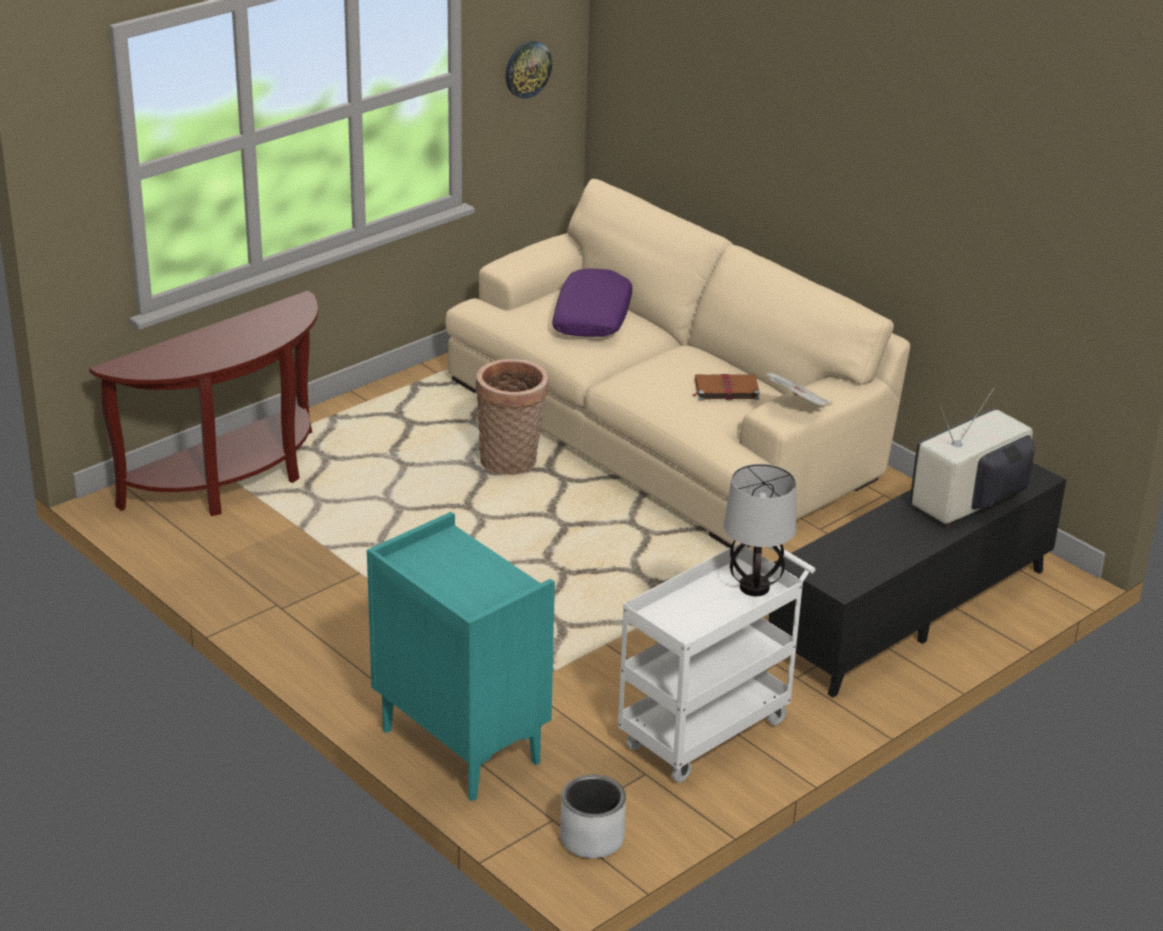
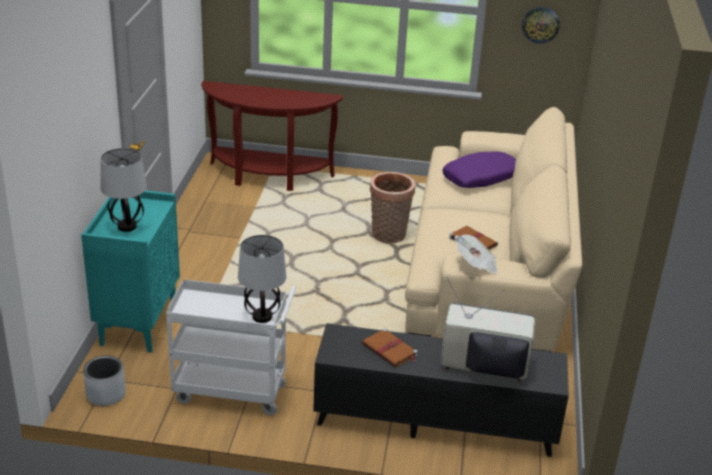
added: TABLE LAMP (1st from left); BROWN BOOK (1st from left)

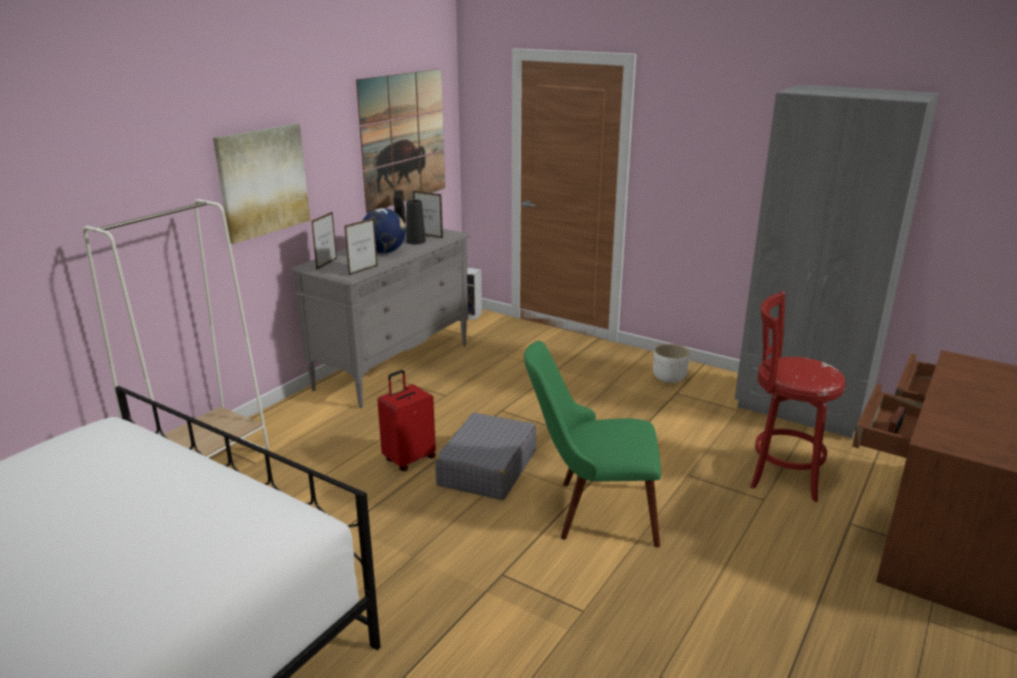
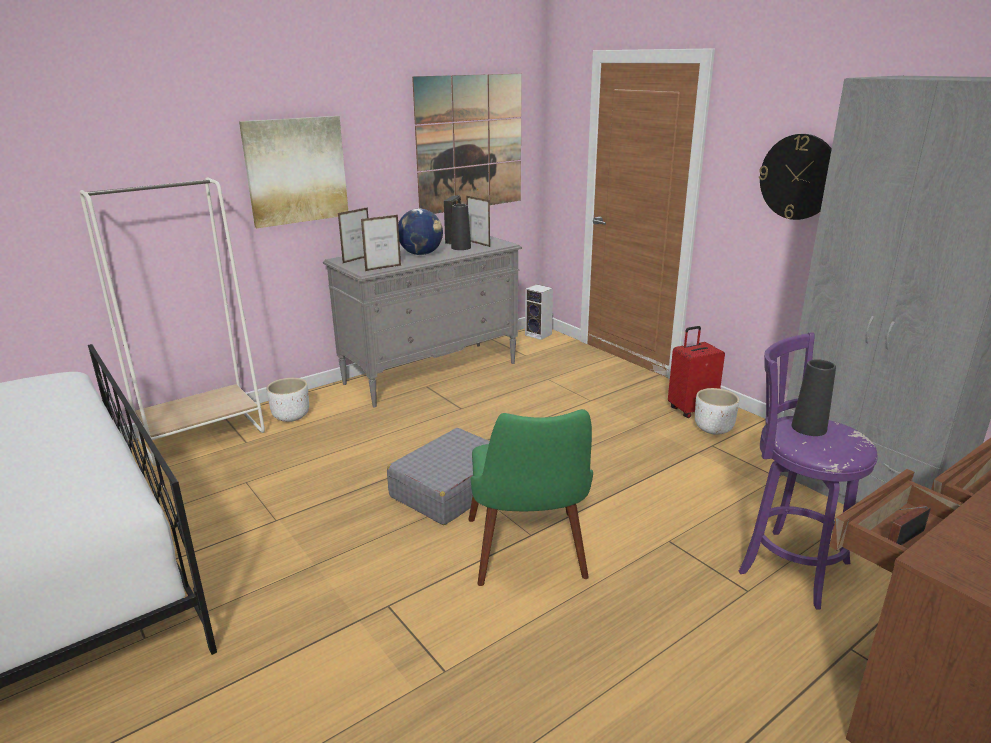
added: WHITE PLANTER (1st from left); WALL CLOCK; BLACK VASE (2nd from left)
moved: RED SUITCASE
recoloured: RED STOOL to PURPLE STOOL
turned: GREEN CHAIR 120 degrees counterclockwise

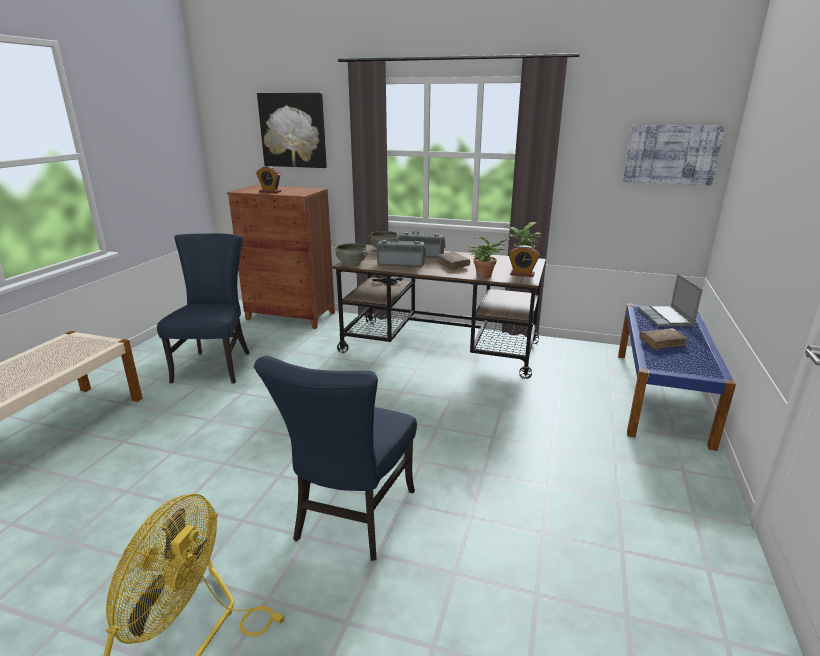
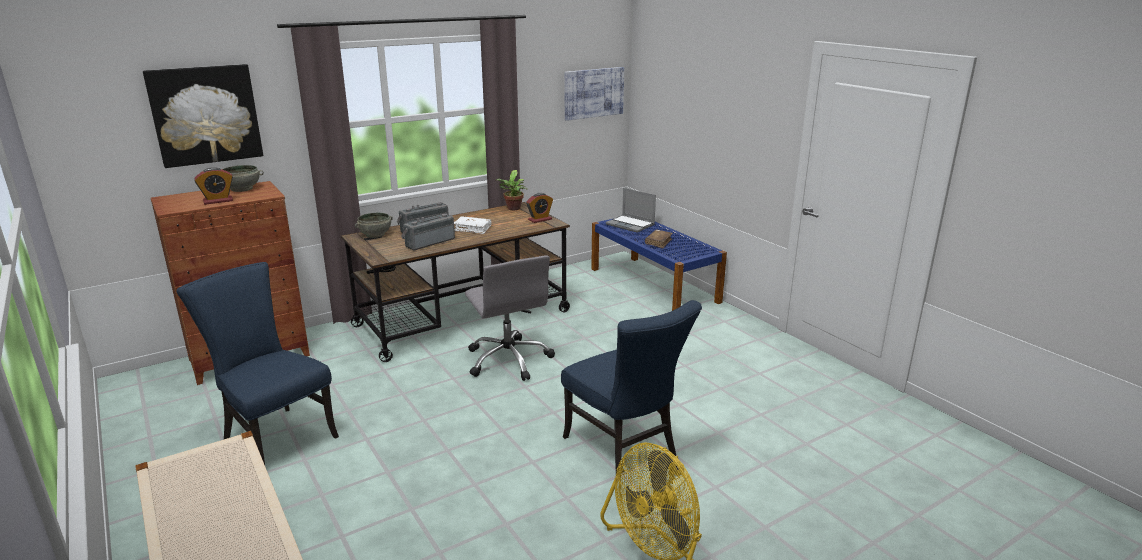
removed: POTTED PLANT (1st from left)
added: GREY OFFICE CHAIR
moved: GREY BOWL (1st from left)
recoloured: BROWN BOOK (1st from left) to WHITE BOOK

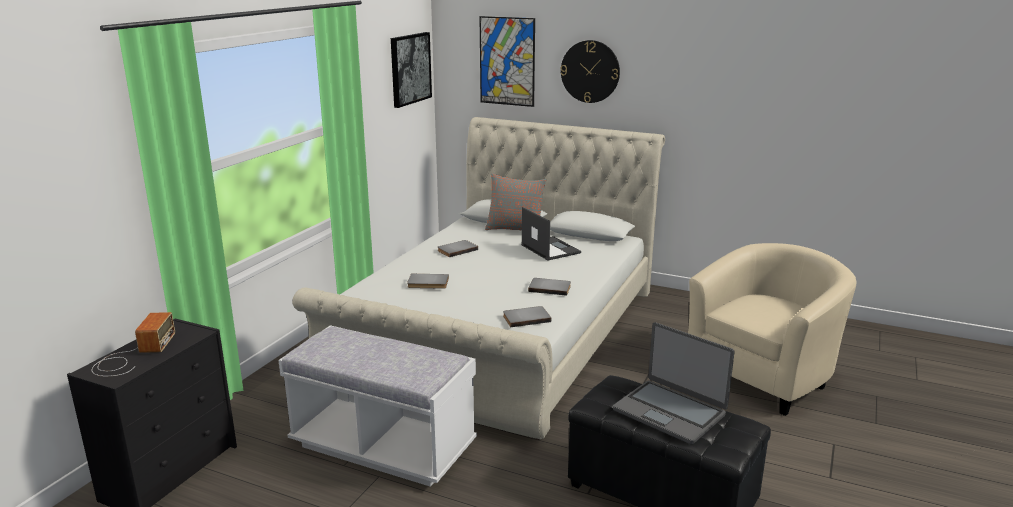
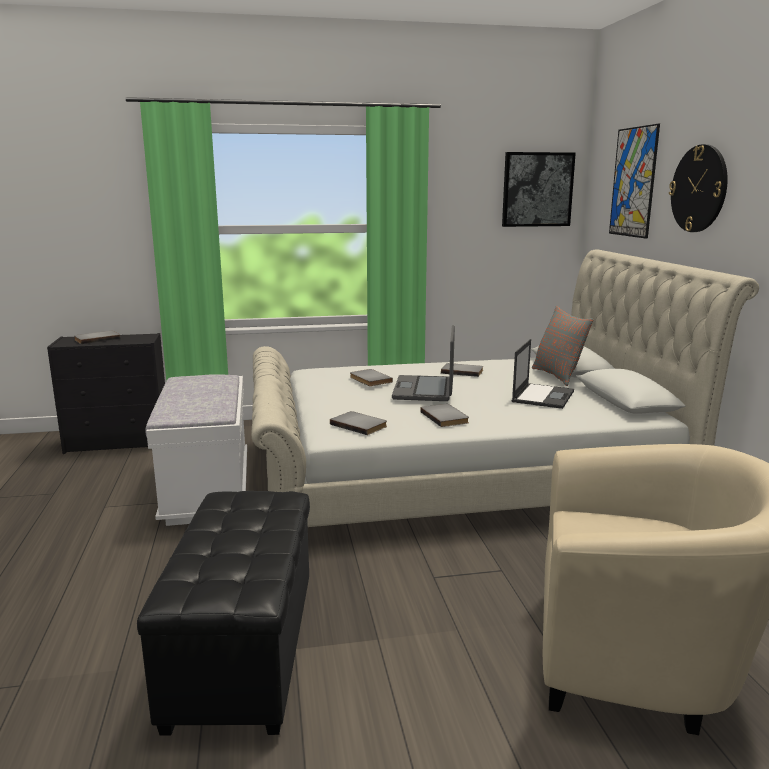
moved: LAPTOP (2nd from left in the first image) to LAPTOP (1st from left)
replaced: RADIO to GREY BOOK (1st from left)

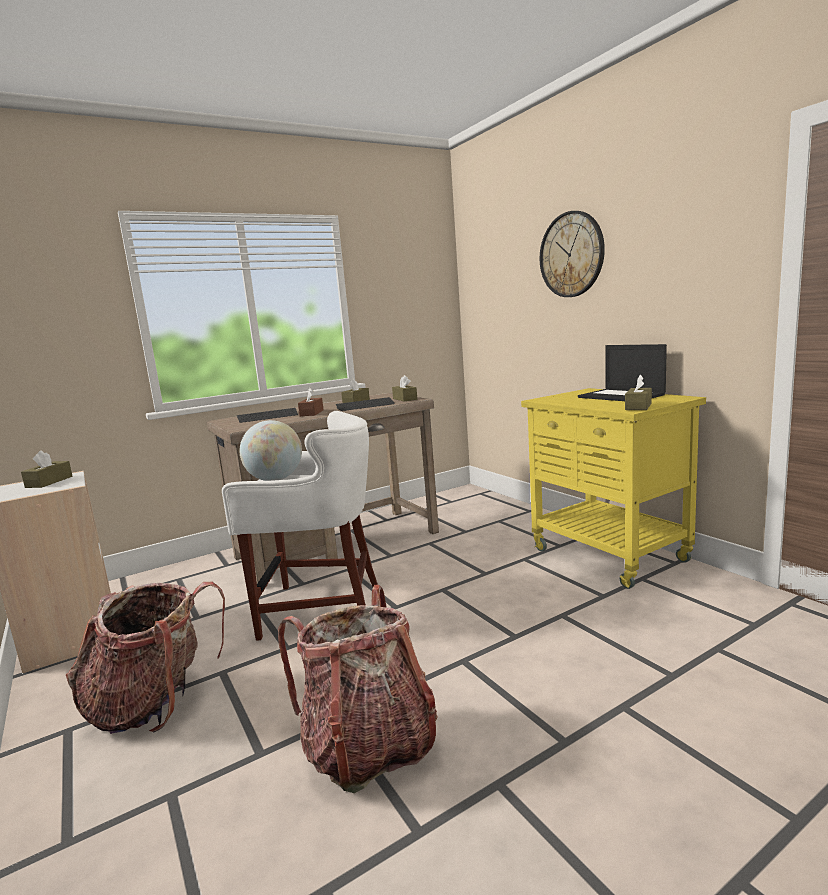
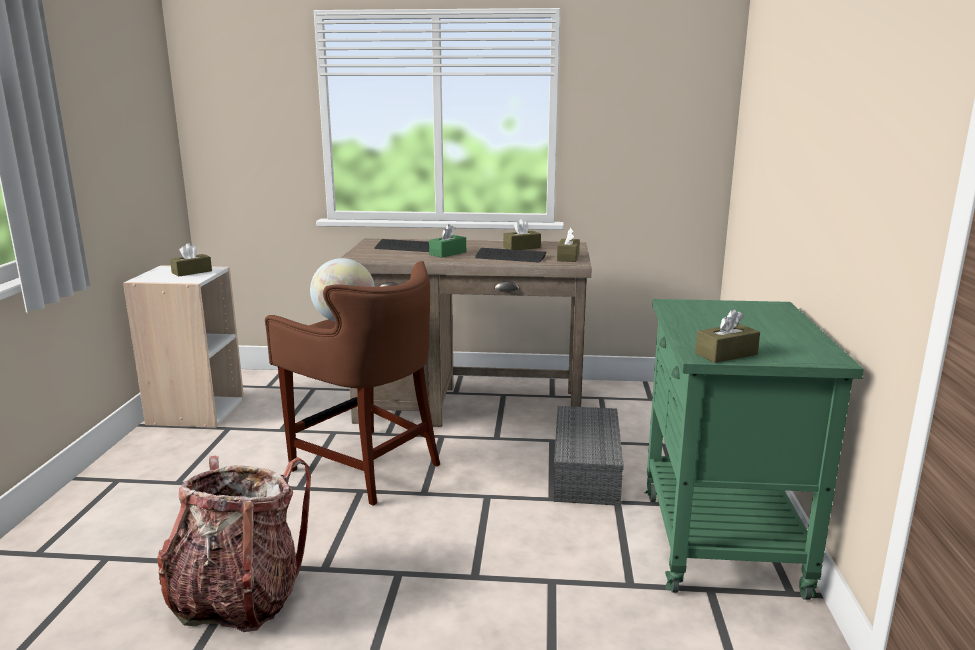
removed: BACKPACK (1st from left); WALL CLOCK; LAPTOP
added: GREY STORAGE BOX
recoloured: WHITE STOOL to BROWN STOOL; BROWN TISSUE BOX (2nd from left) to GREEN TISSUE BOX; YELLOW CART to GREEN CART

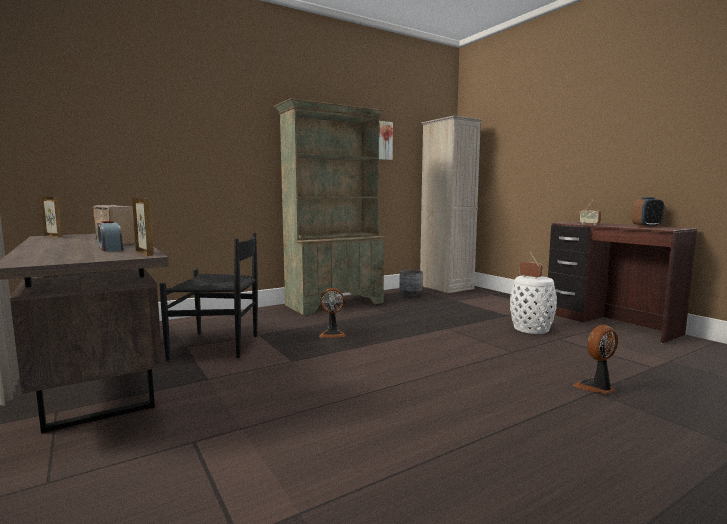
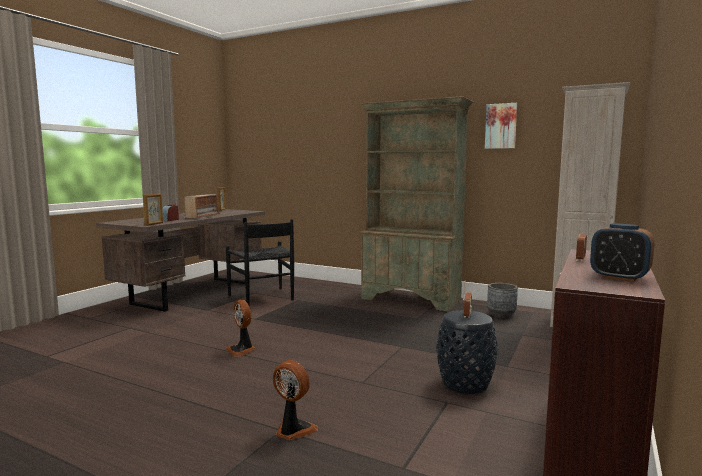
moved: FAN (1st from left)
recoloured: WHITE STOOL to BLACK STOOL

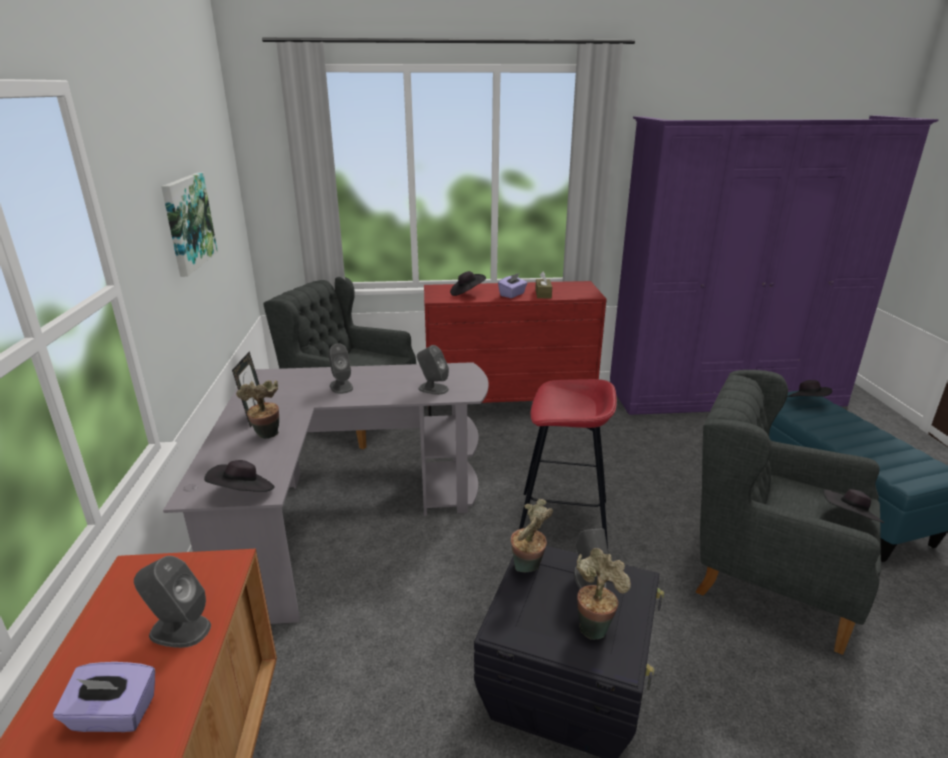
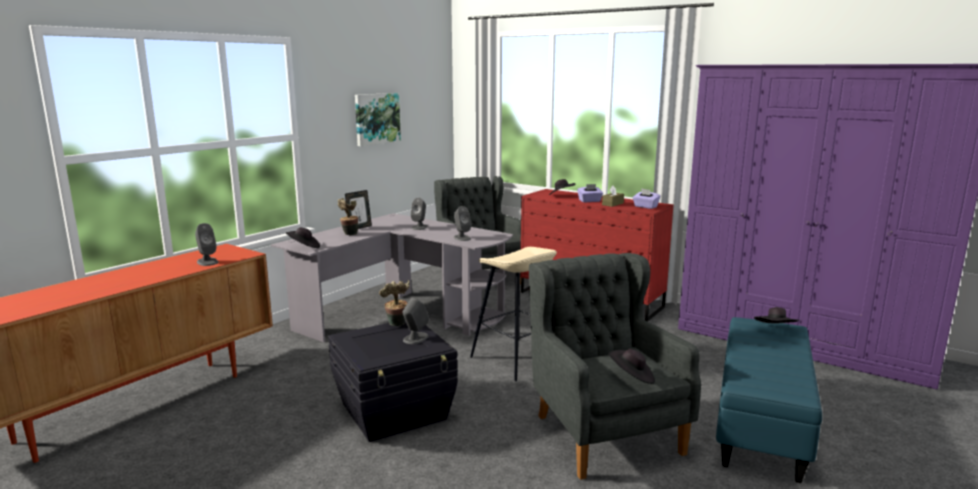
removed: POTTED PLANT (3rd from left)
moved: PURPLE TISSUE BOX (1st from left in the first image) to PURPLE TISSUE BOX (2nd from left)
recoloured: RED STOOL to BEIGE STOOL

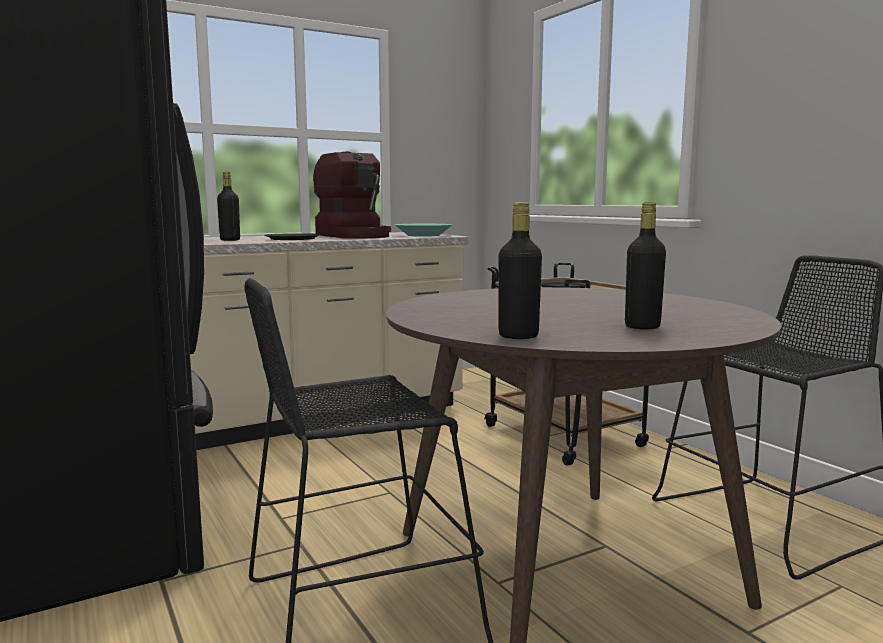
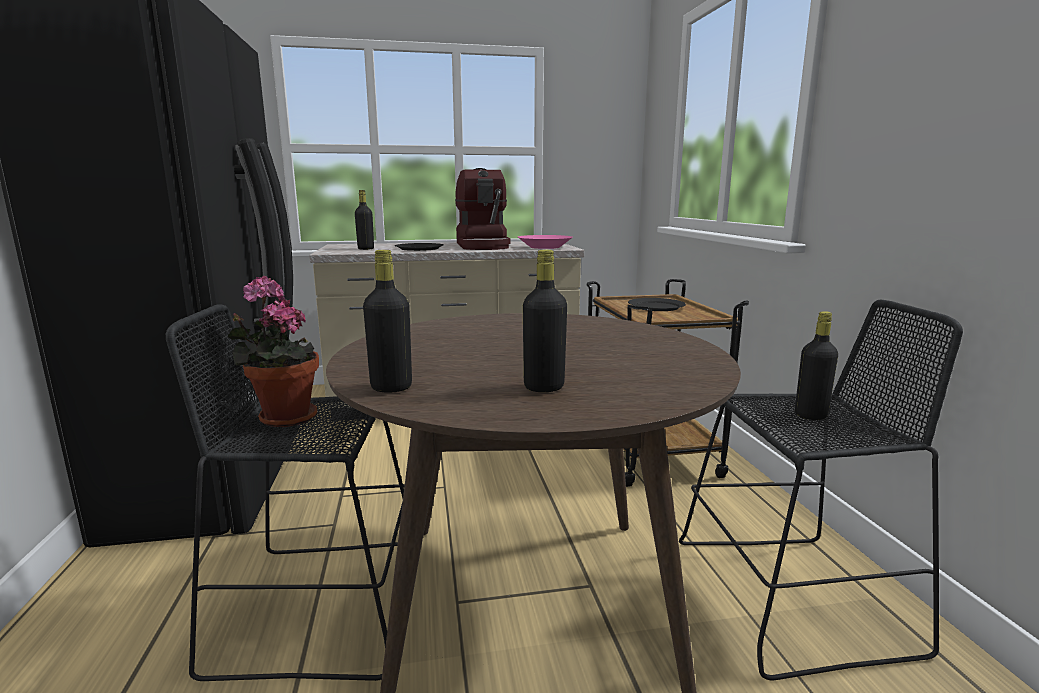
added: POTTED PLANT; BLACK BOTTLE (4th from left)
recoloured: TURQUOISE BOWL to PINK BOWL

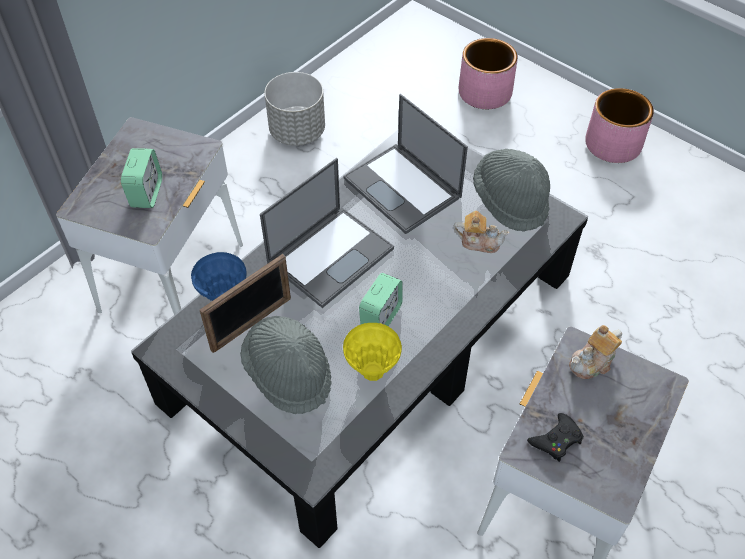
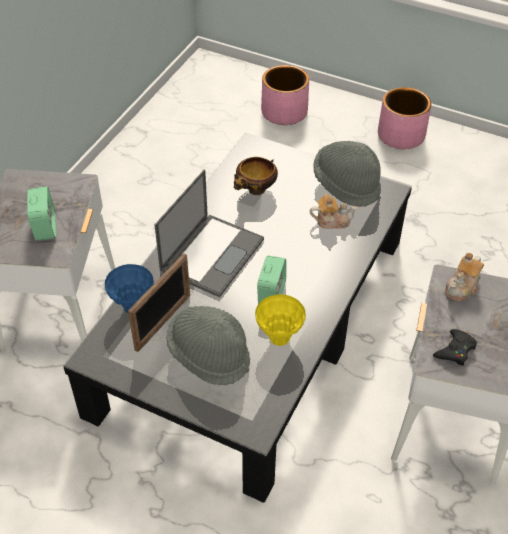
removed: GREY PLANTER
replaced: LAPTOP (2nd from left) to BOWL

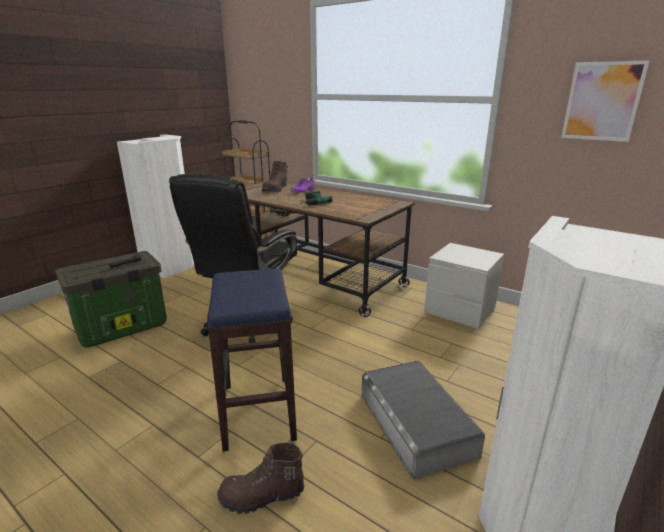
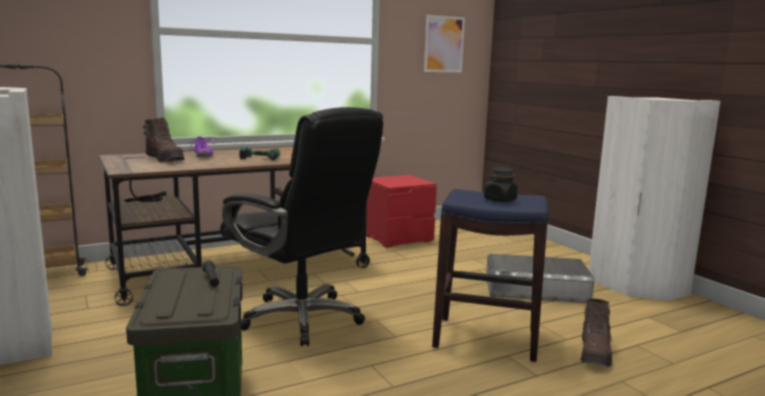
added: BLACK JAR
recoloured: WHITE NIGHTSTAND to RED NIGHTSTAND

